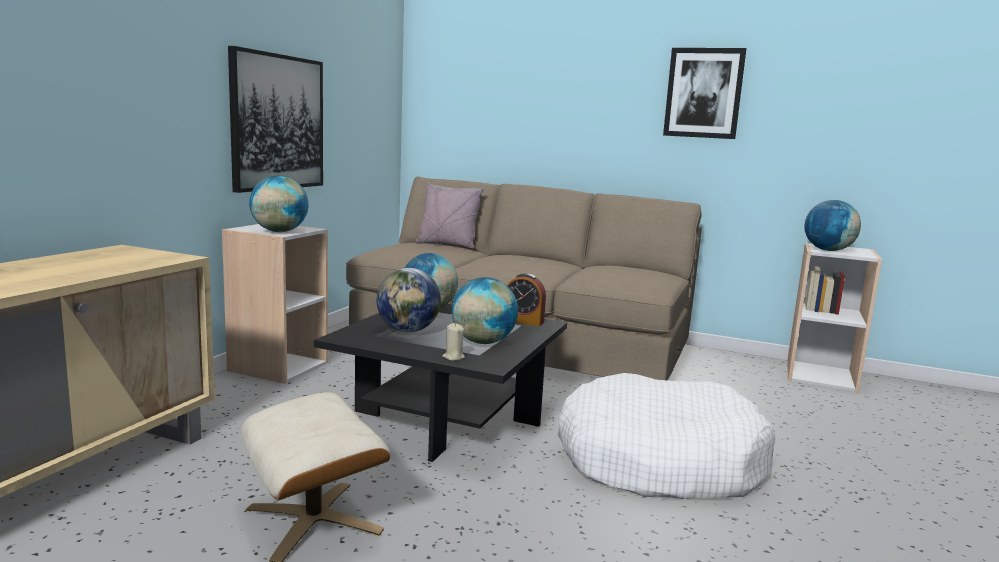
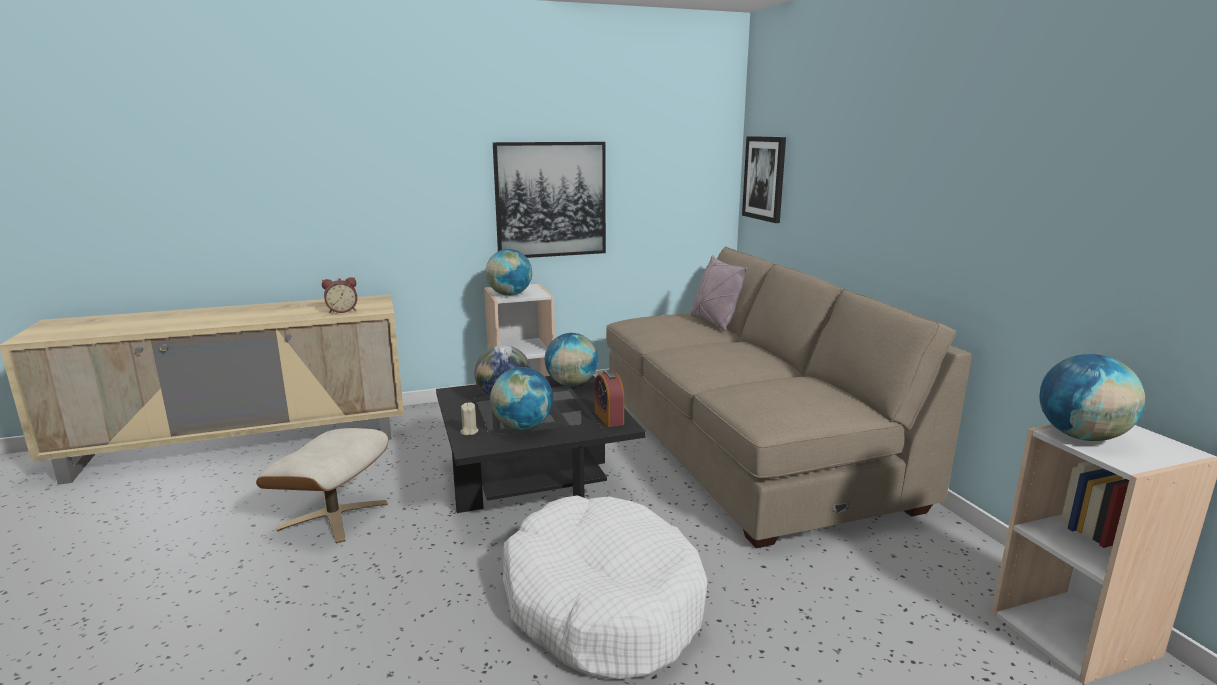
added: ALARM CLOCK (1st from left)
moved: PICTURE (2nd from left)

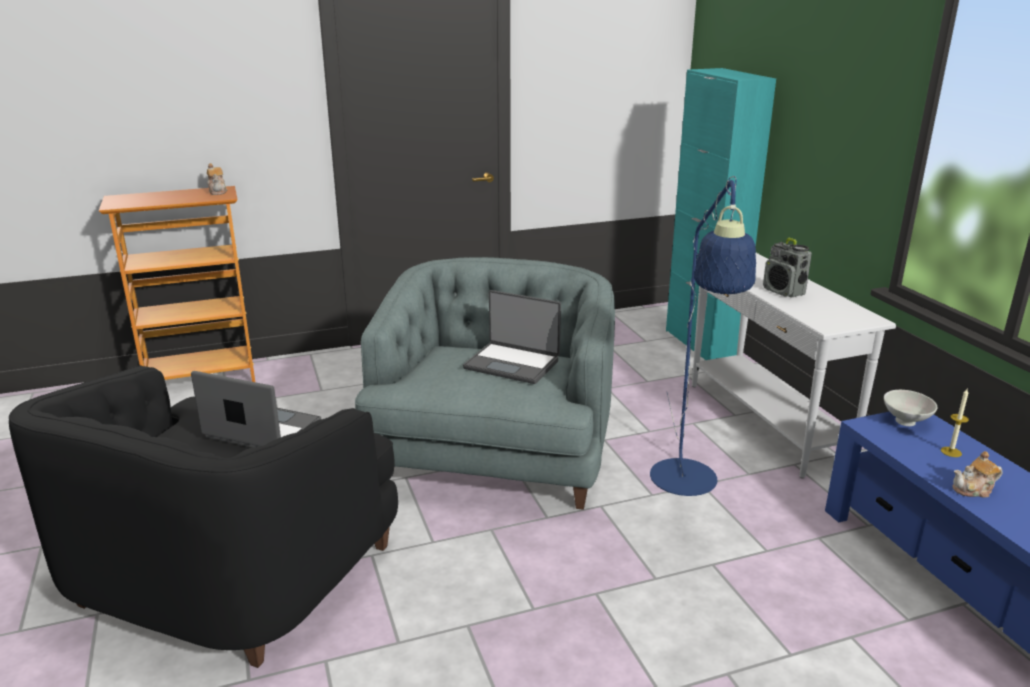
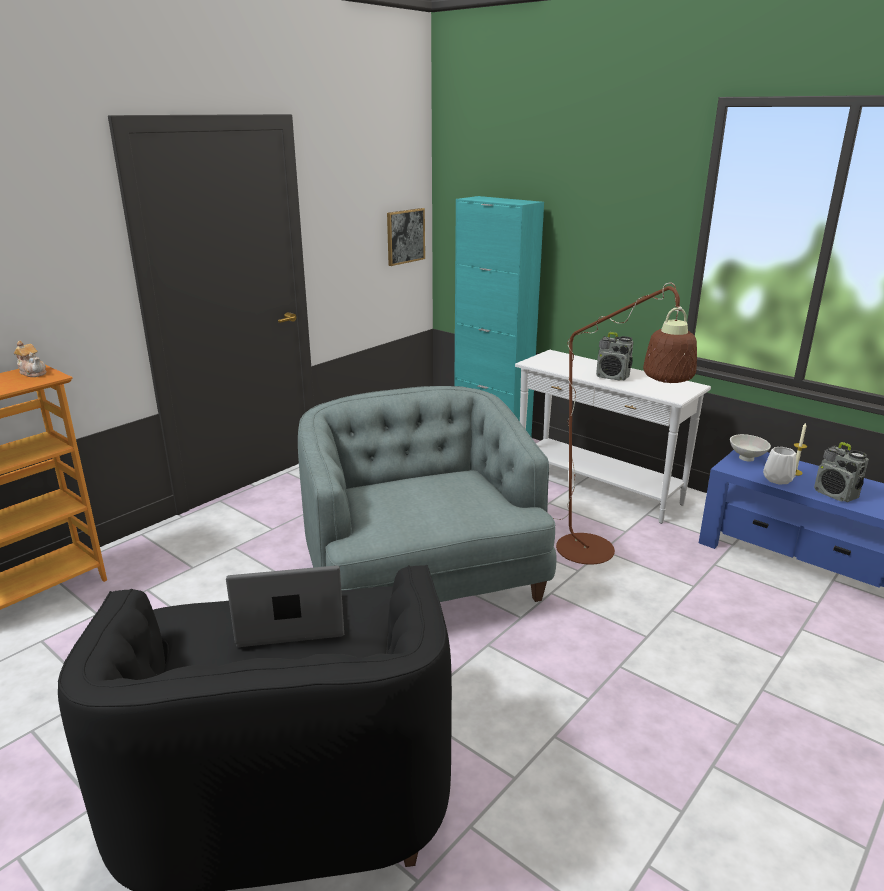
removed: LAPTOP (2nd from left)
added: PICTURE; WHITE VASE
replaced: TEAPOT (2nd from left) to RADIO (2nd from left)
recoloured: BLUE FLOOR LAMP to BROWN FLOOR LAMP

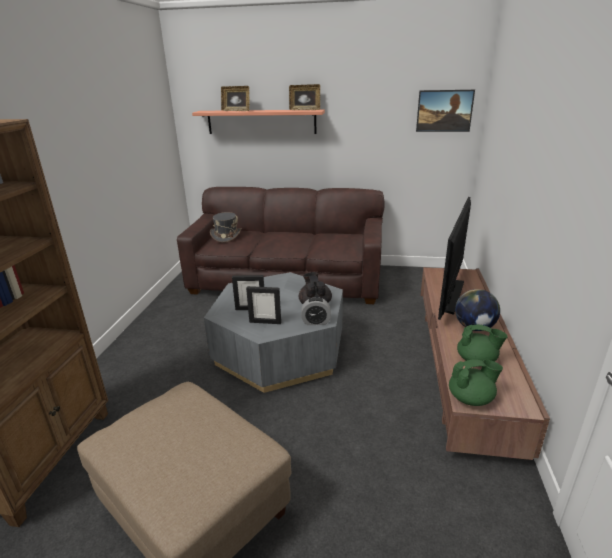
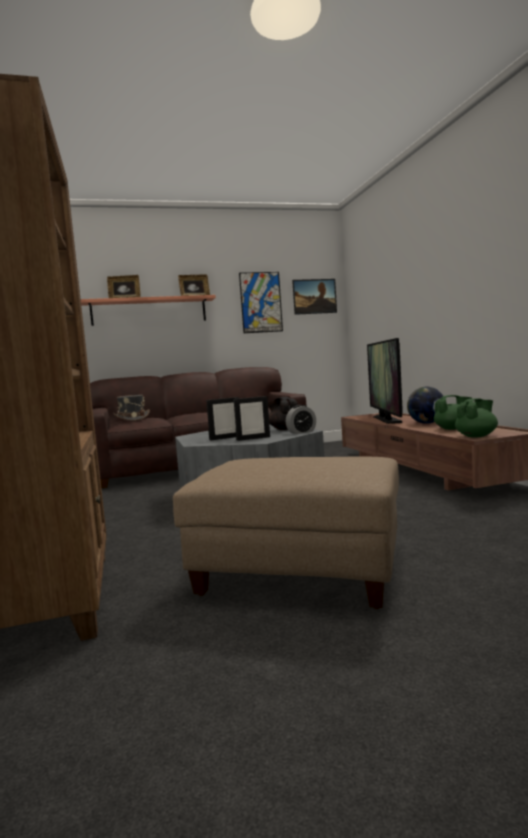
added: PICTURE (1st from left)

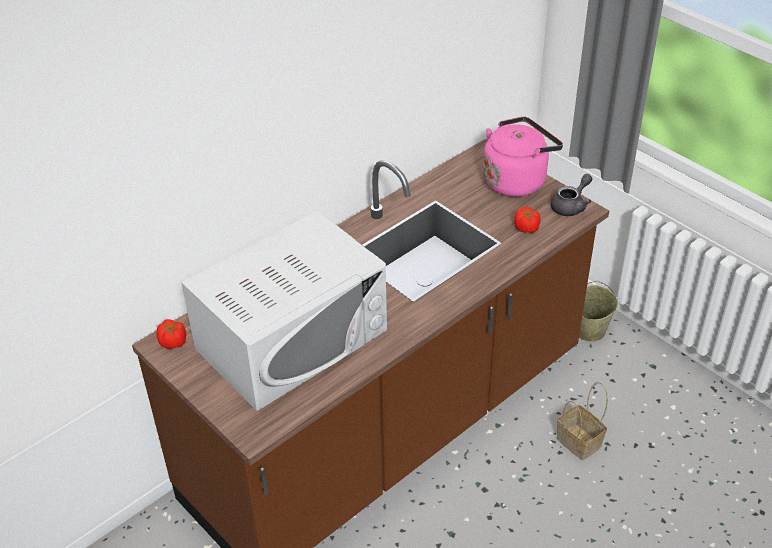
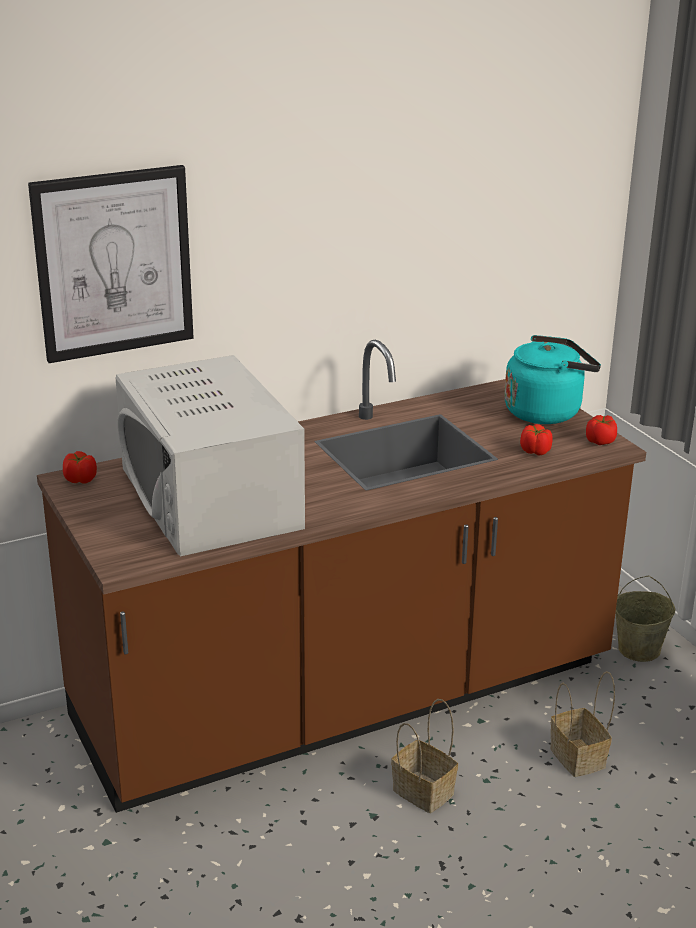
added: PICTURE; BASKET (1st from left)
replaced: GREY TEAPOT to TOMATO (3rd from left)
recoloured: PINK KETTLE to TURQUOISE KETTLE
turned: WHITE MICROWAVE 90 degrees clockwise

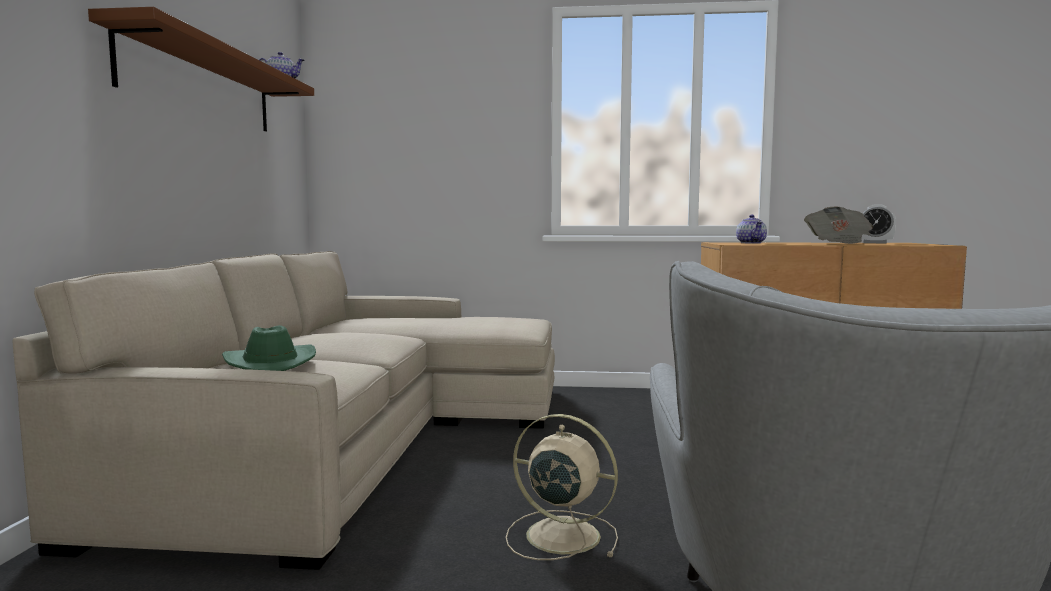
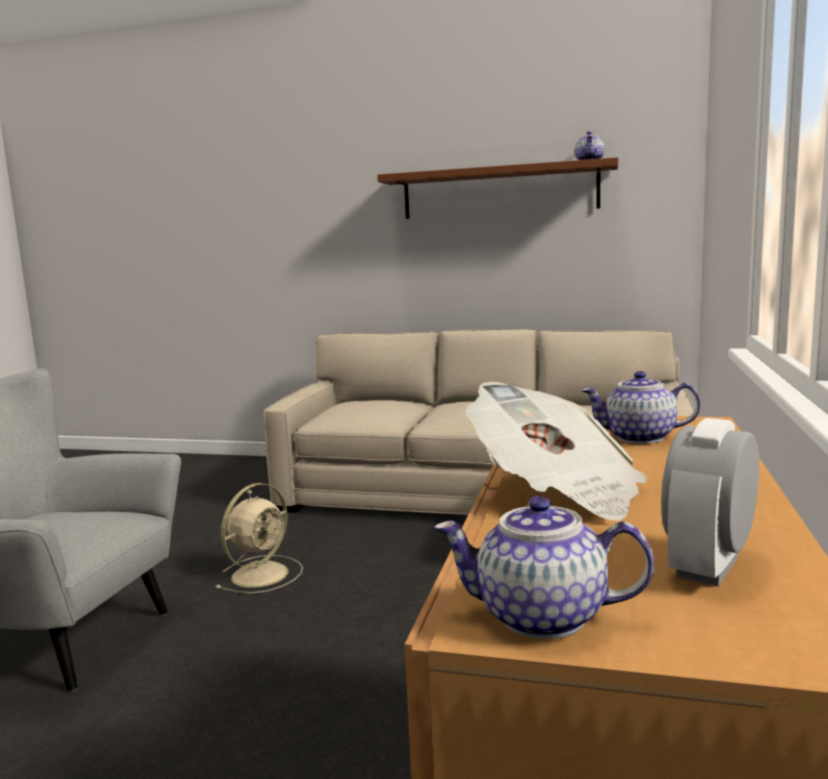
removed: GREEN HAT
added: TEAPOT (1st from left)

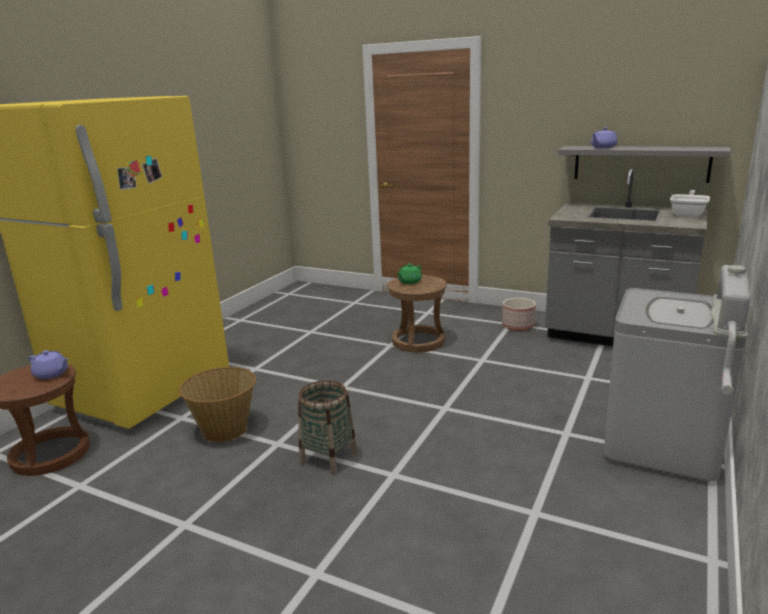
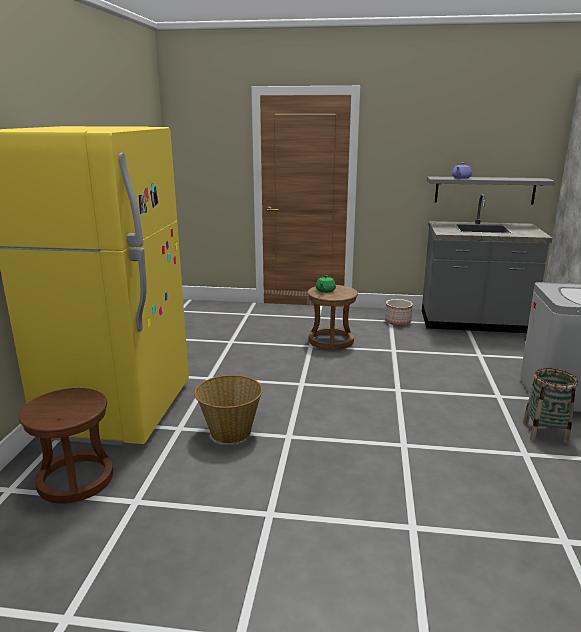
removed: PURPLE TEAPOT (1st from left); FRYING PAN
moved: BASKET (2nd from left)

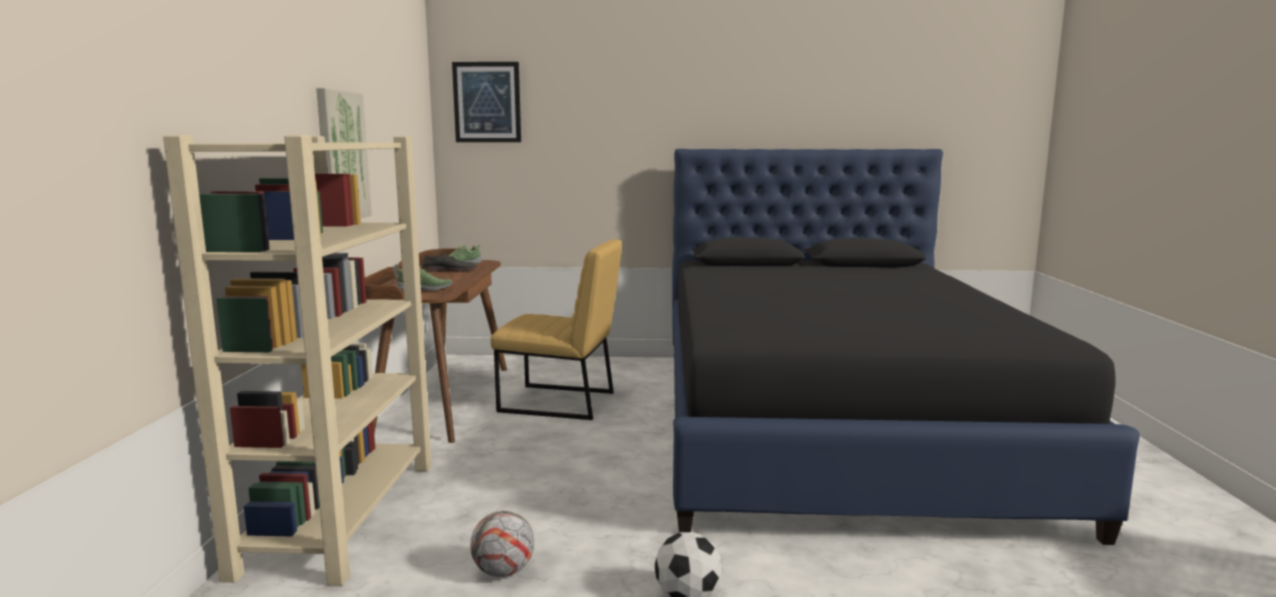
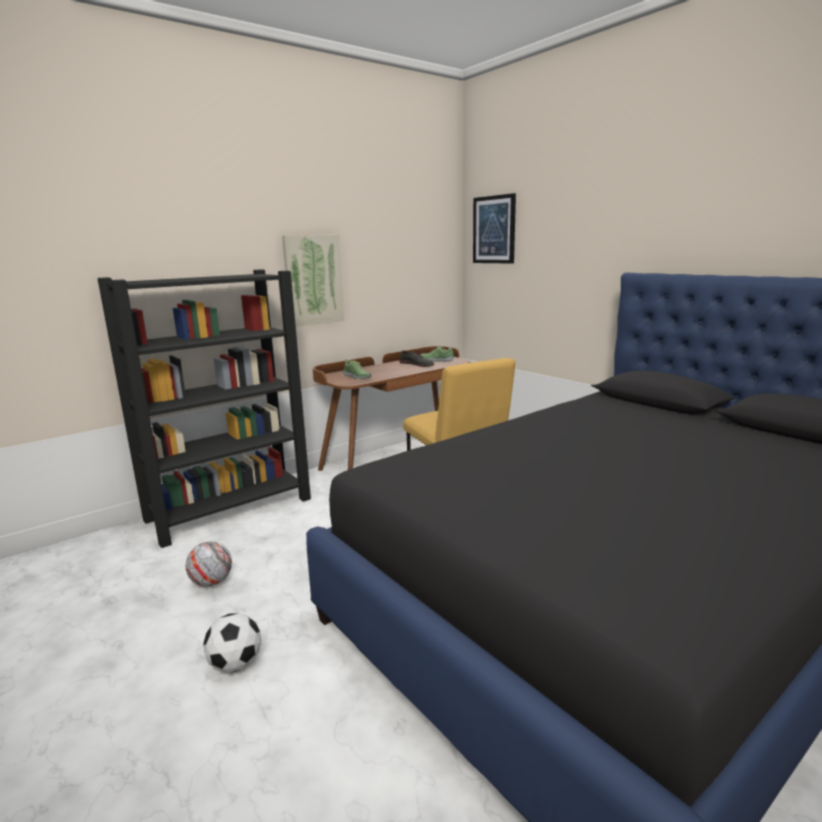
recoloured: BEIGE BOOKCASE to BLACK BOOKCASE

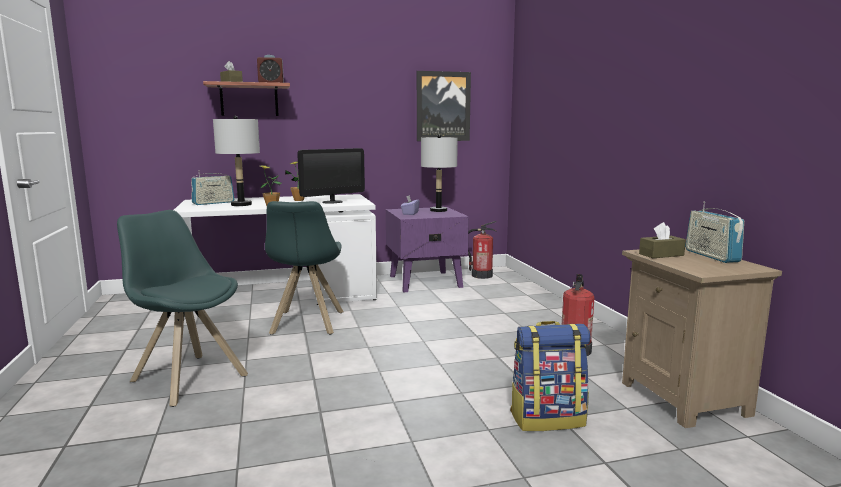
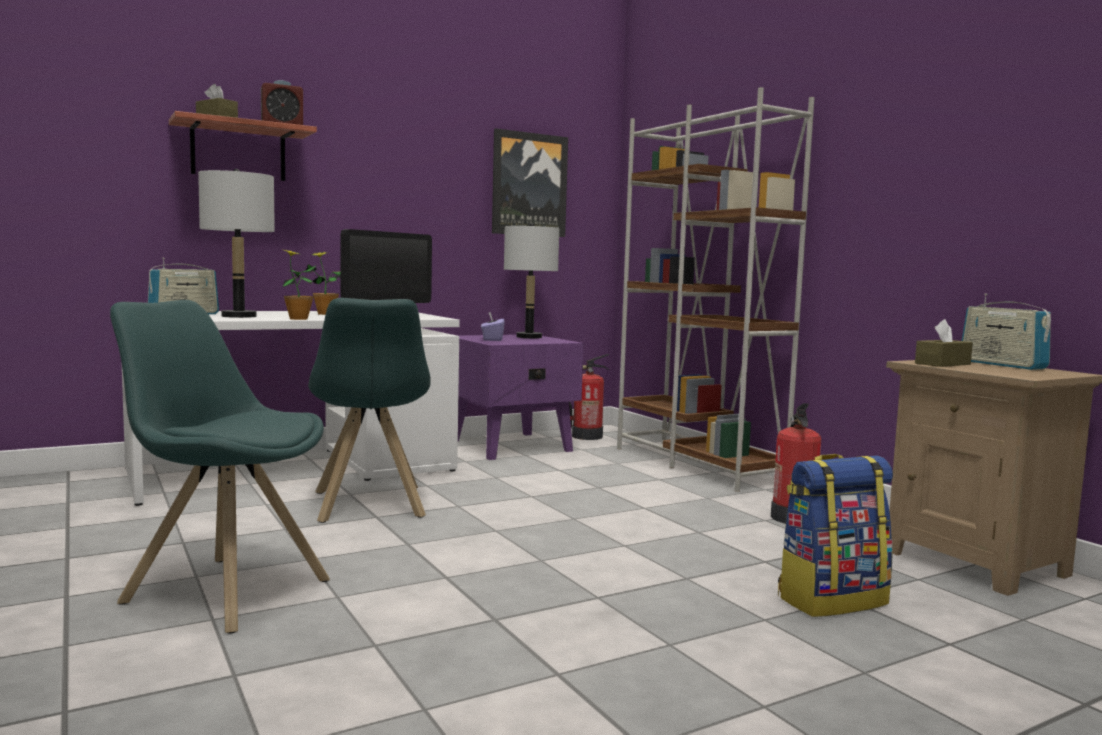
added: BROWN BOOKCASE

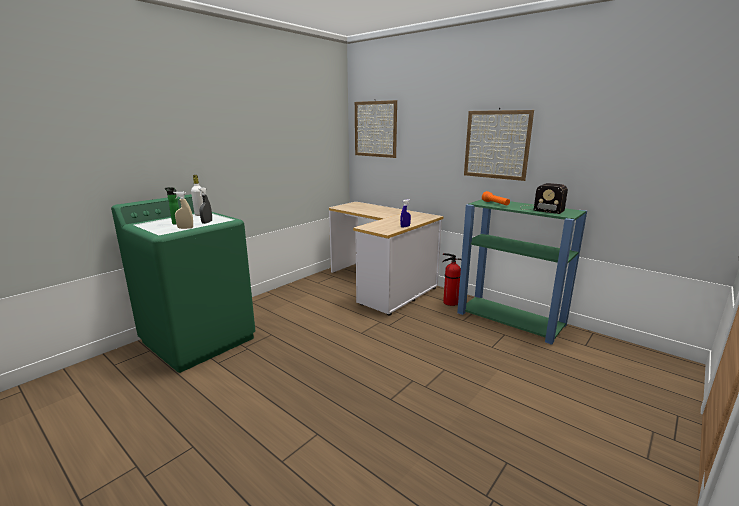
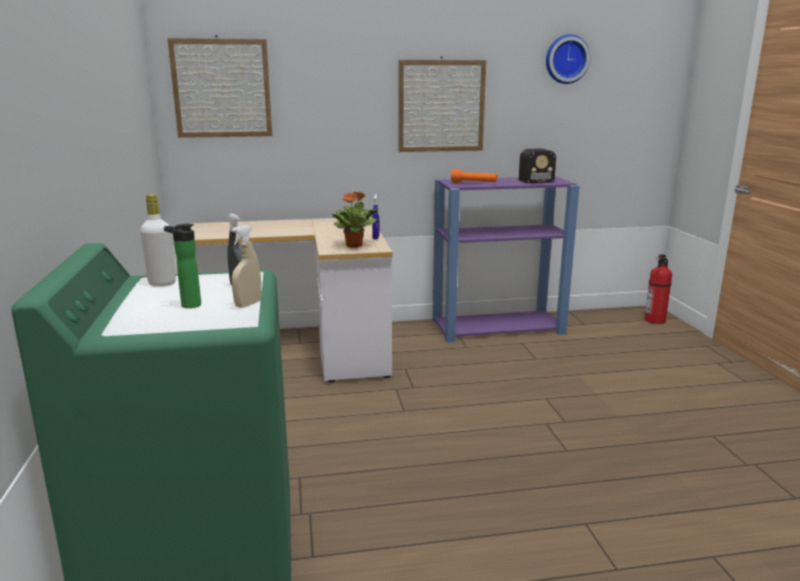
added: POTTED PLANT; WALL CLOCK
moved: FIRE EXTINGUISHER
recoloured: GREEN BOOKCASE to PURPLE BOOKCASE

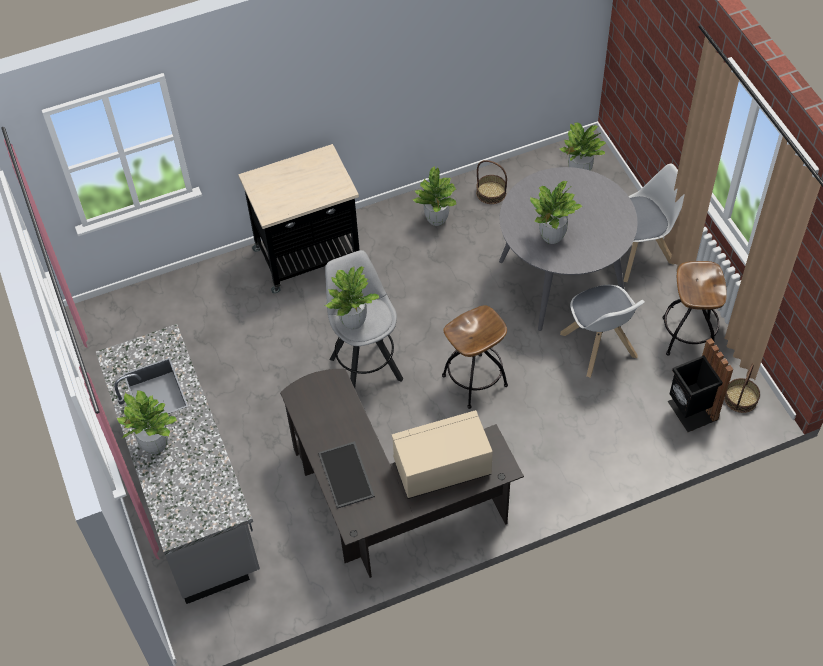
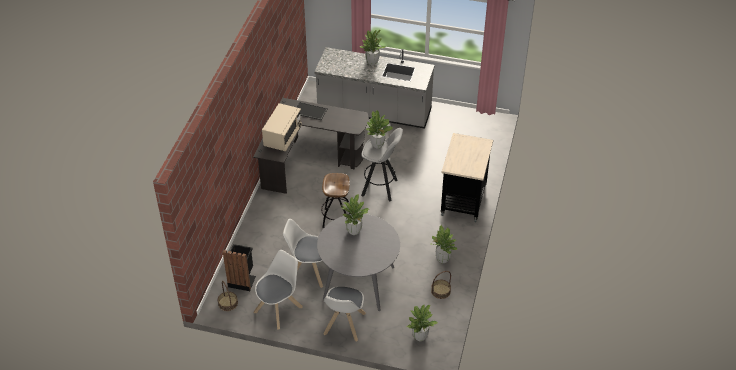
replaced: BROWN STOOL (2nd from left) to CHAIR (1st from left)

